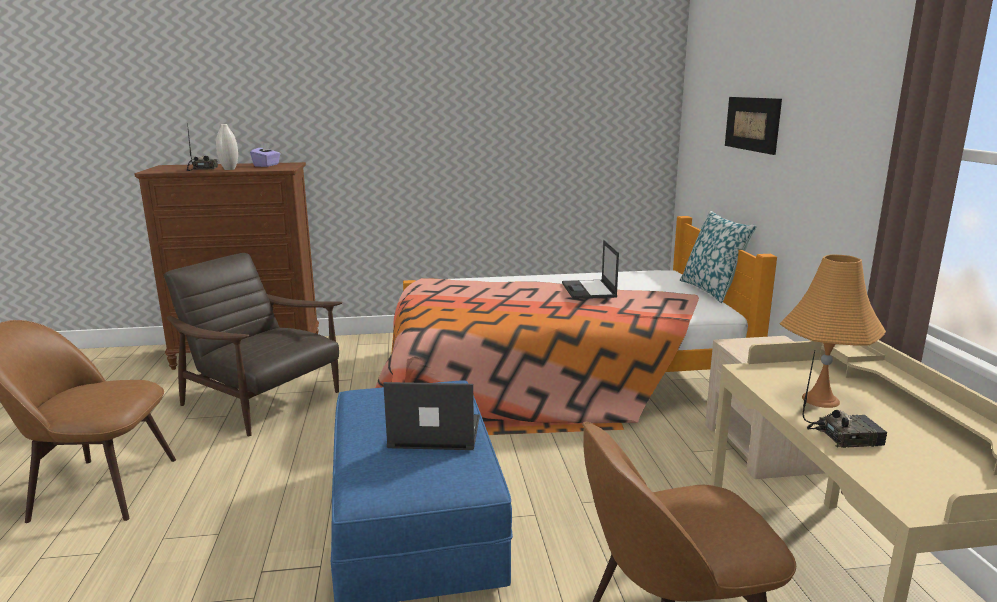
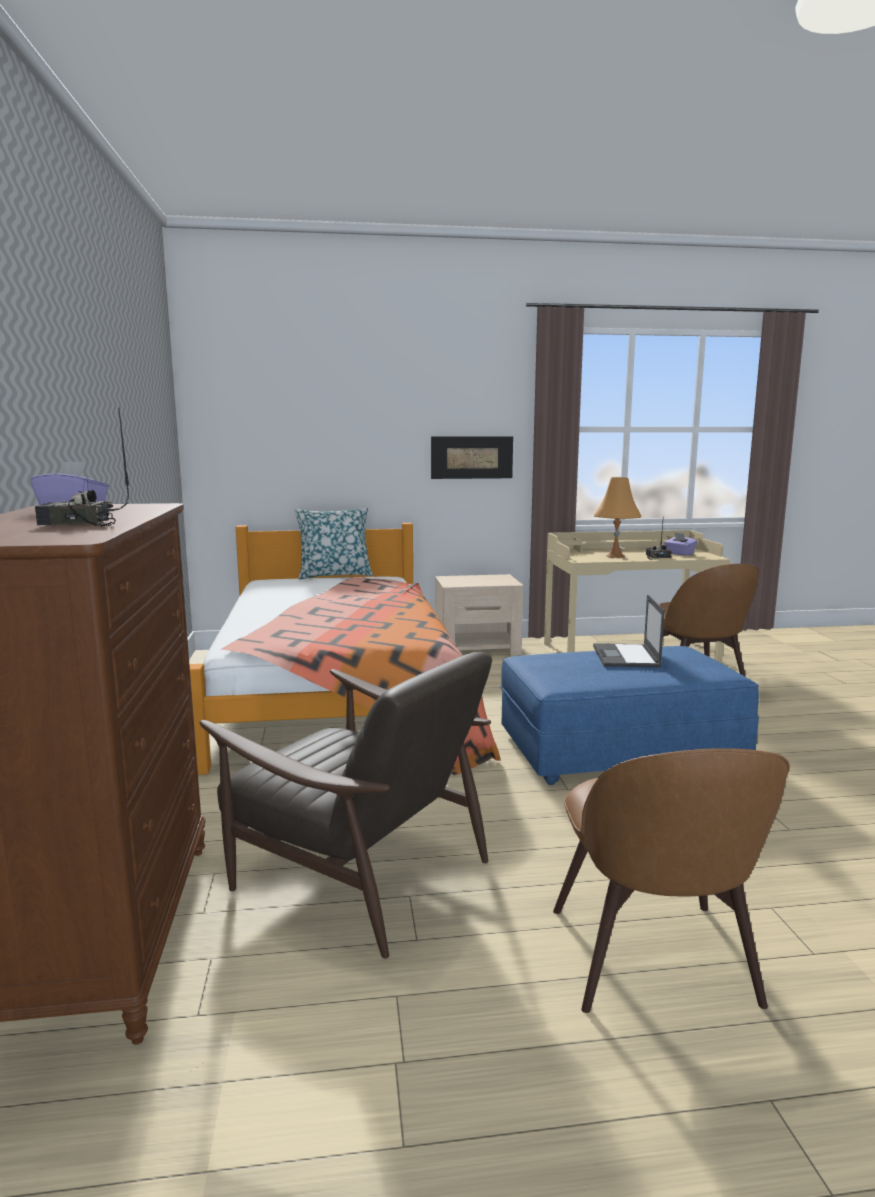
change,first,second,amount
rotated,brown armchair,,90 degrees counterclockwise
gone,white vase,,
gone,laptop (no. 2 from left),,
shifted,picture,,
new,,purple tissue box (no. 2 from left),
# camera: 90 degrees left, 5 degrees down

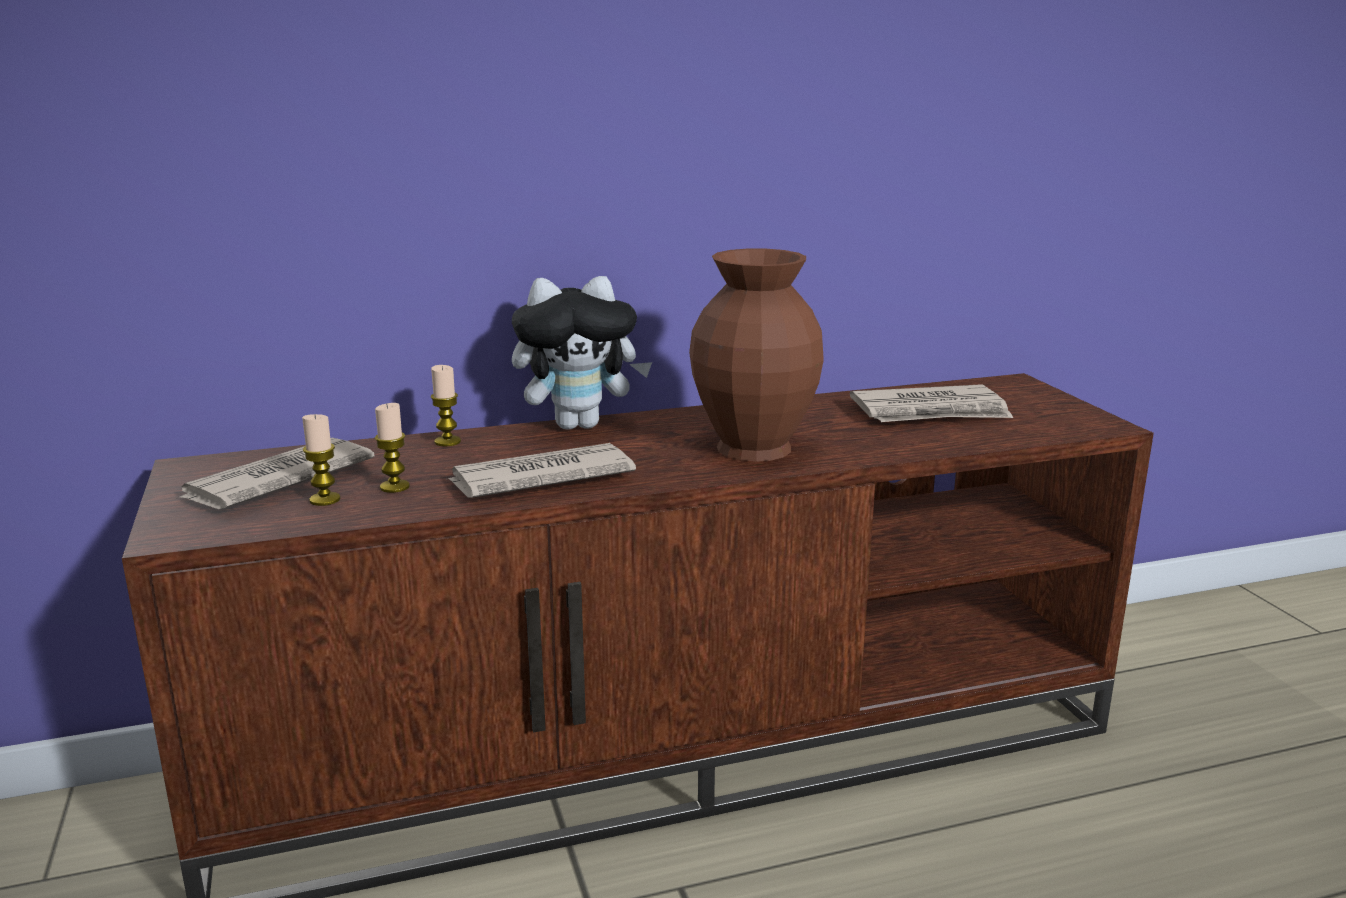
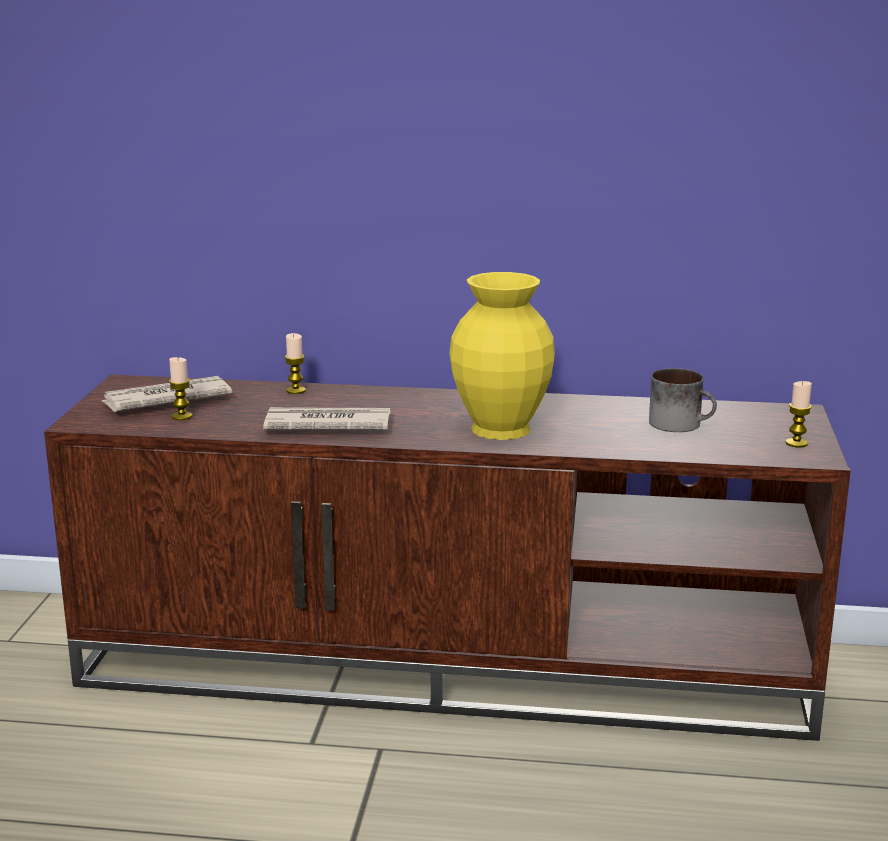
change,first,second,amount
shifted,candle (no. 2 from left in the first image),candle (no. 3 from left),
gone,plush toy,,
repainted,brown vase,yellow vase,
swapped,newspaper (no. 3 from left),mug,
# camera: 25 degrees right, 0 degrees up

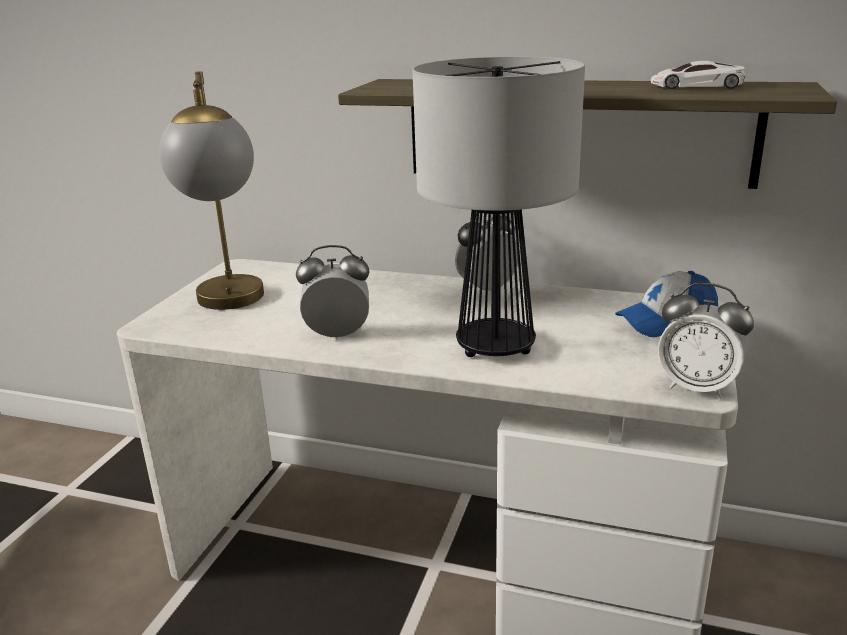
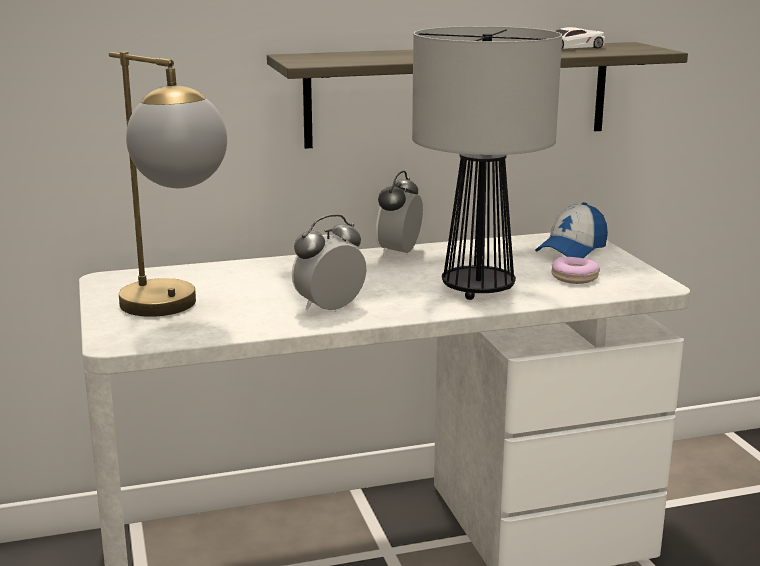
change,first,second,amount
gone,alarm clock (no. 3 from left),,
new,,donut,
# camera: 35 degrees left, 5 degrees down

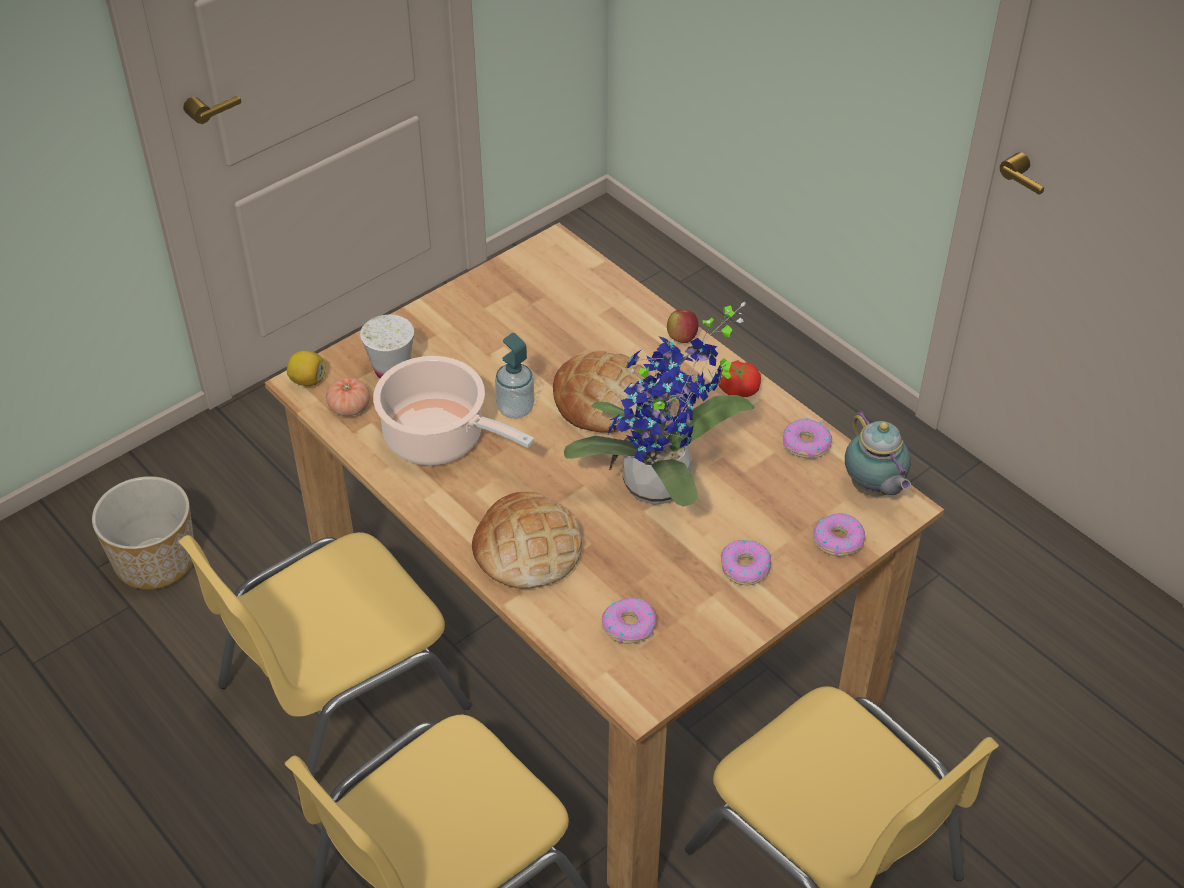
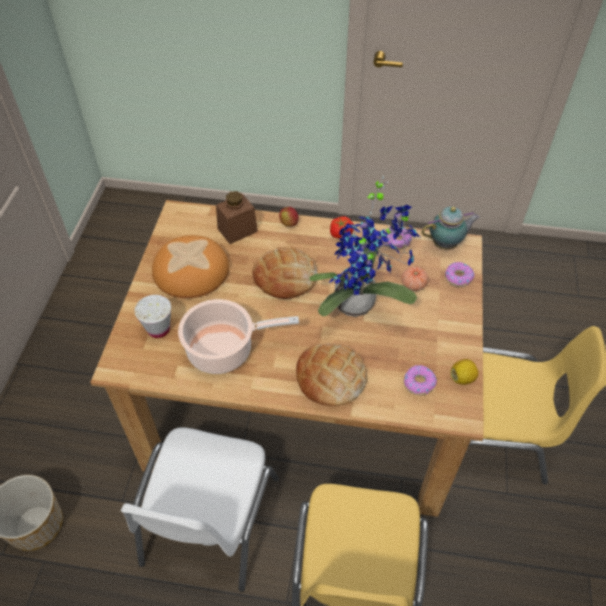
change,first,second,amount
repainted,yellow chair (no. 1 from left),white chair,
shifted,lemon,,
shifted,tomato (no. 1 from left in the first image),tomato (no. 2 from left),
gone,soap dispenser,,
gone,donut (no. 2 from left),,
rotated,teapot,,45 degrees counterclockwise
new,,bread (no. 1 from left),
new,,brown jar,
# camera: 40 degrees left, 5 degrees up

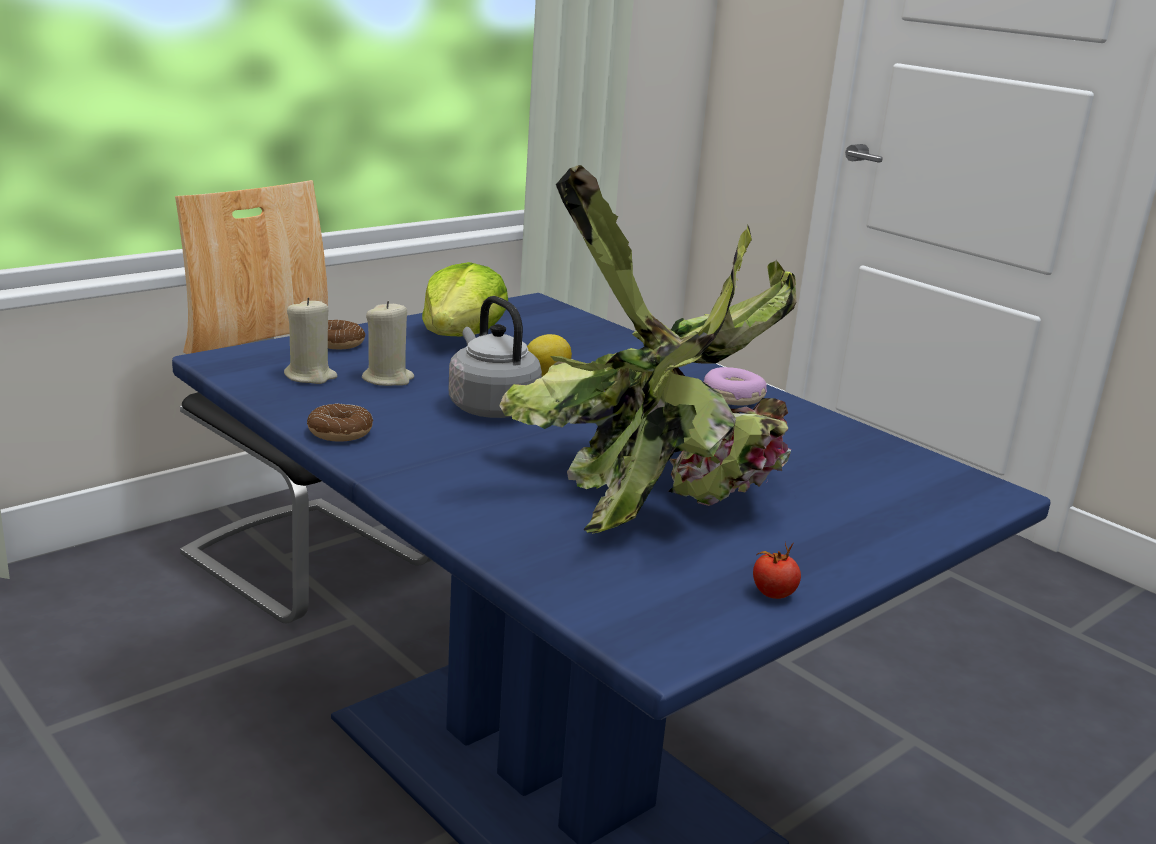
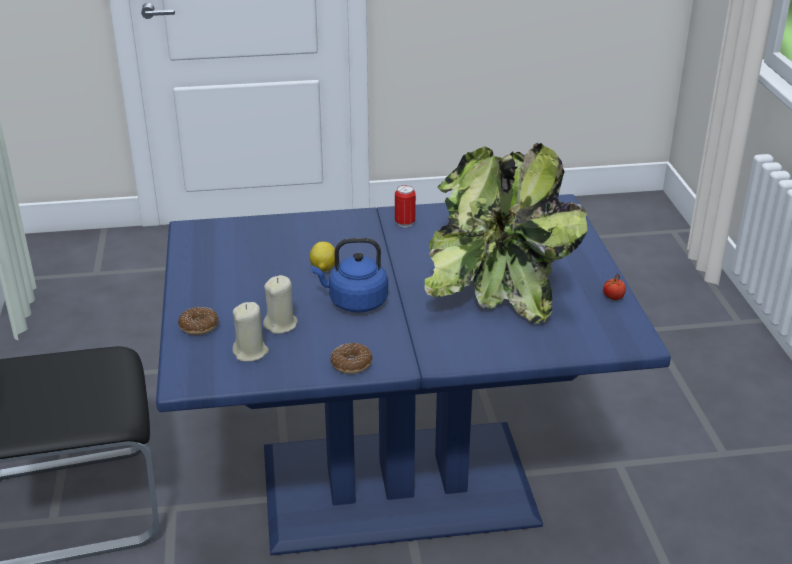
change,first,second,amount
gone,lettuce,,
repainted,grey kettle,blue kettle,
swapped,donut (no. 3 from left),can,
# camera: 55 degrees left, 10 degrees up

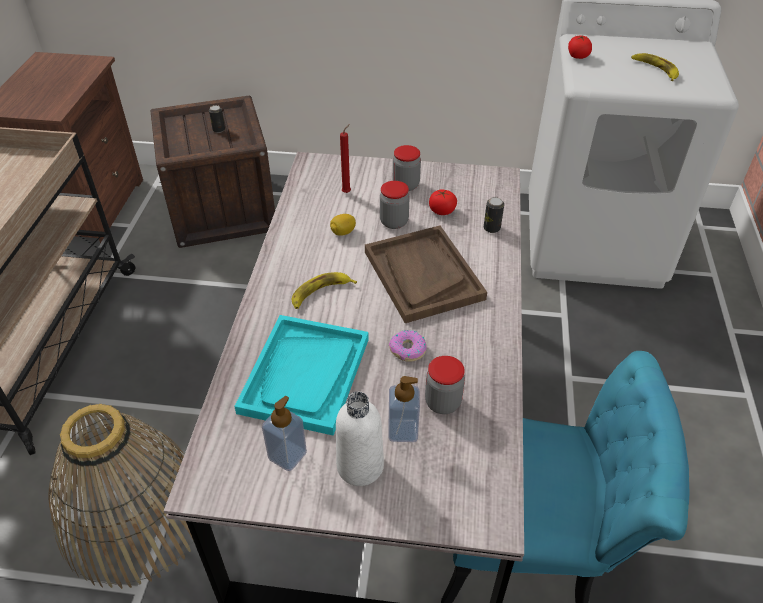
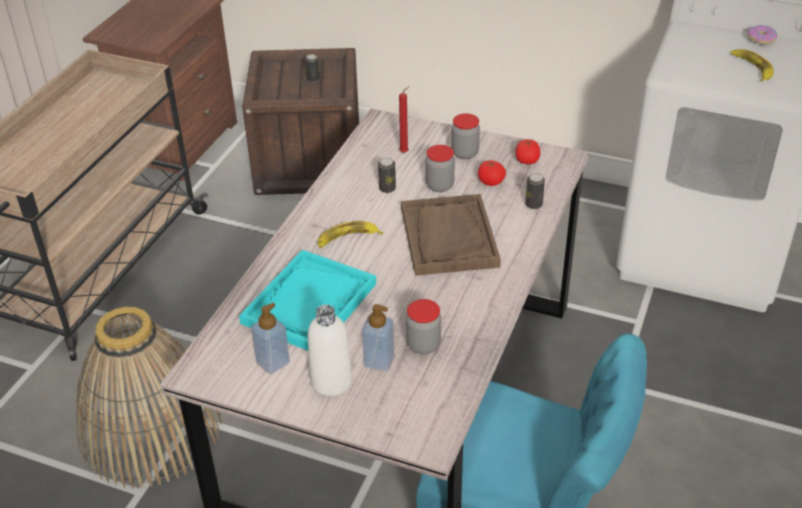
change,first,second,amount
swapped,lemon,can (no. 2 from left),
shifted,donut,,
shifted,tomato (no. 2 from left),,
# camera: 15 degrees right, 5 degrees down

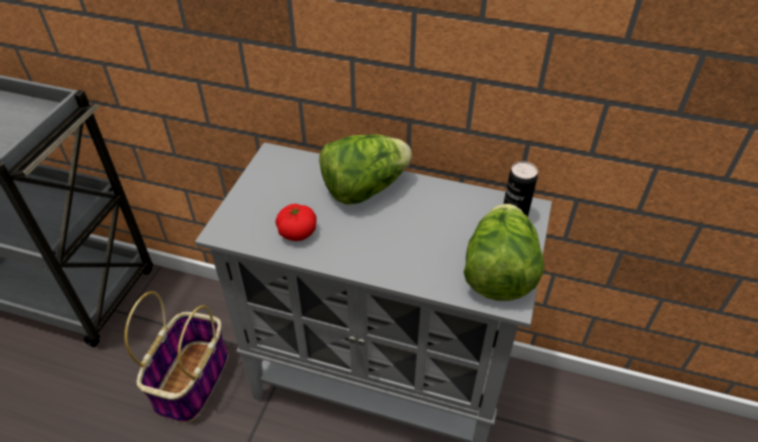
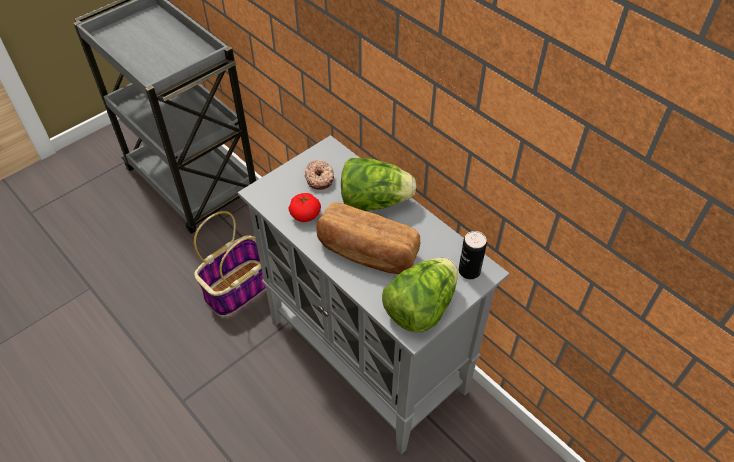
change,first,second,amount
new,,donut,
new,,bread,
# camera: 30 degrees right, 5 degrees up

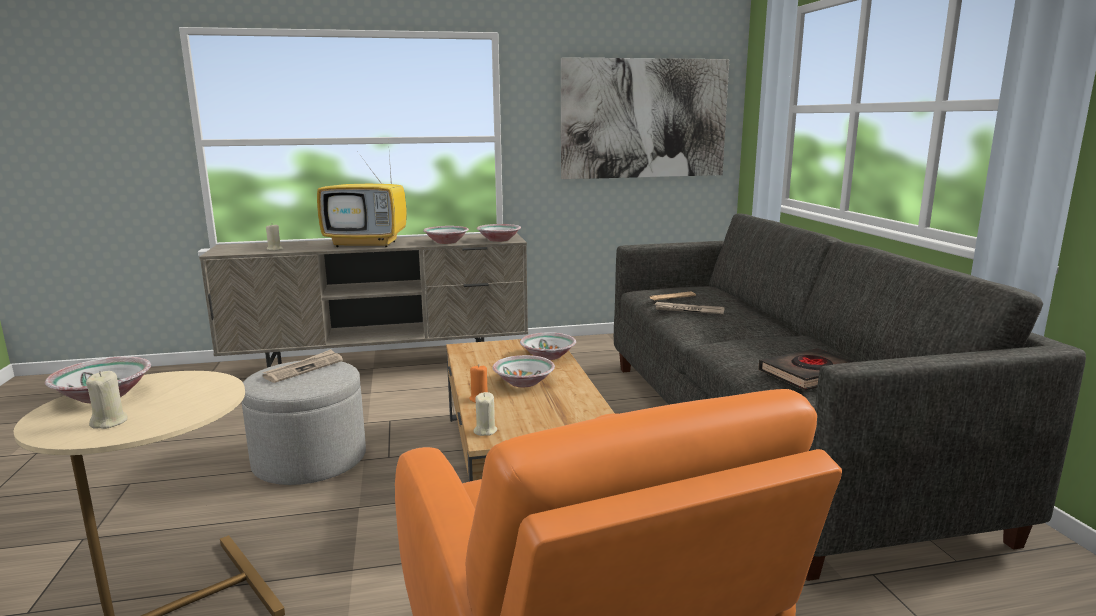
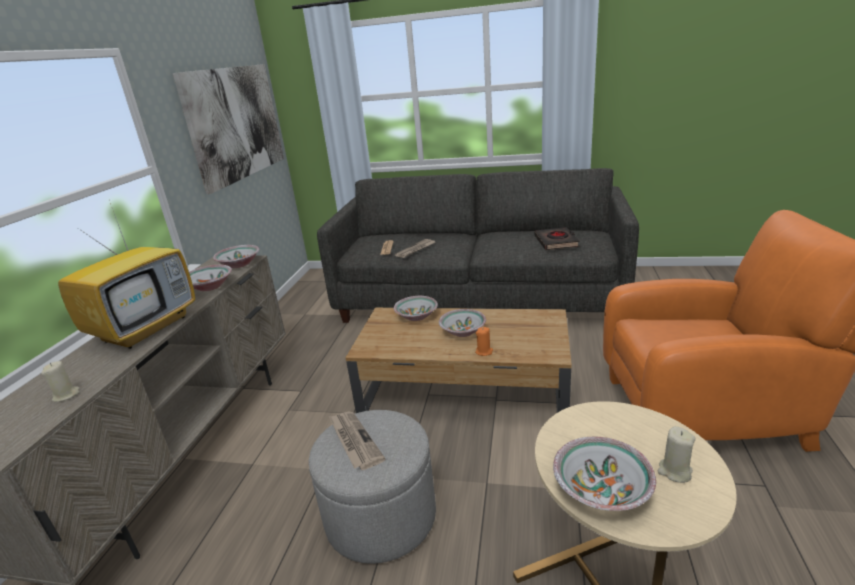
change,first,second,amount
gone,beige candle (no. 3 from left),,
# camera: 65 degrees left, 10 degrees up

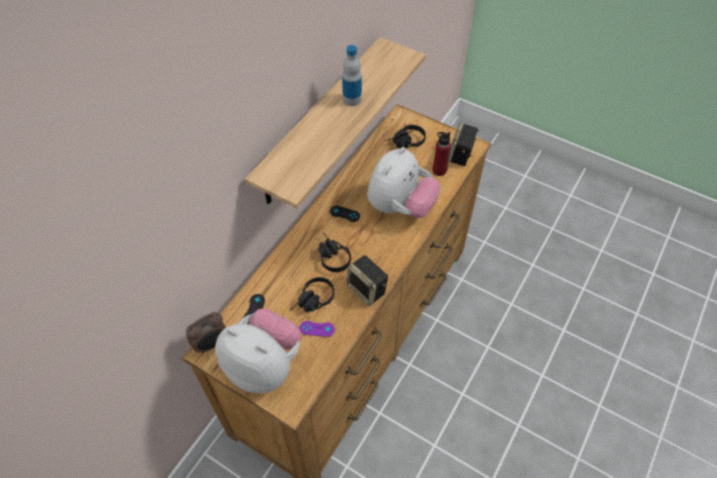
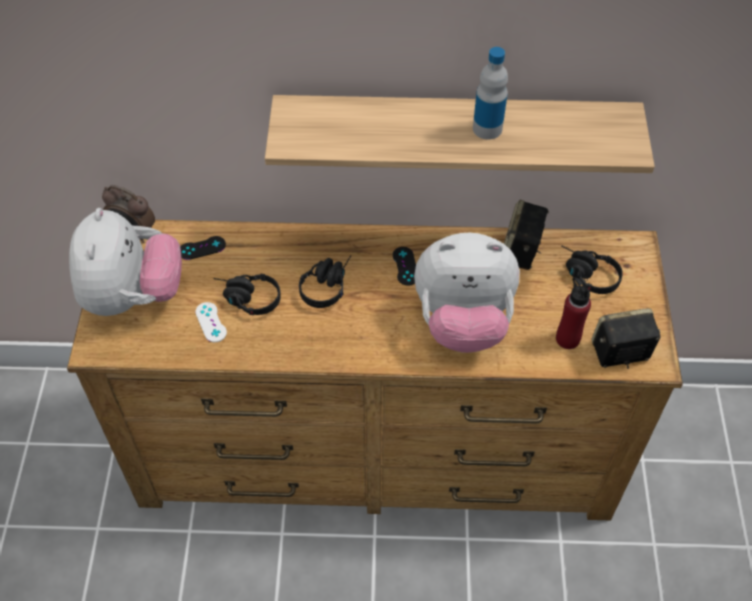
change,first,second,amount
repainted,purple game controller,white game controller,
shifted,speaker (no. 1 from left),,
# camera: 60 degrees right, 0 degrees up

